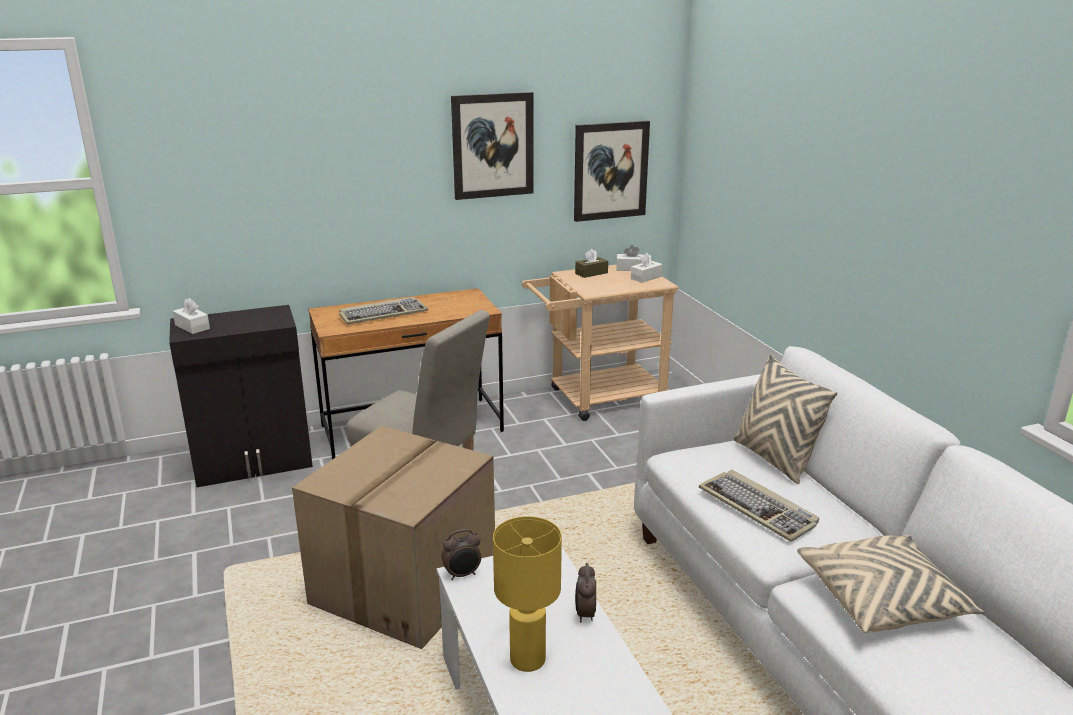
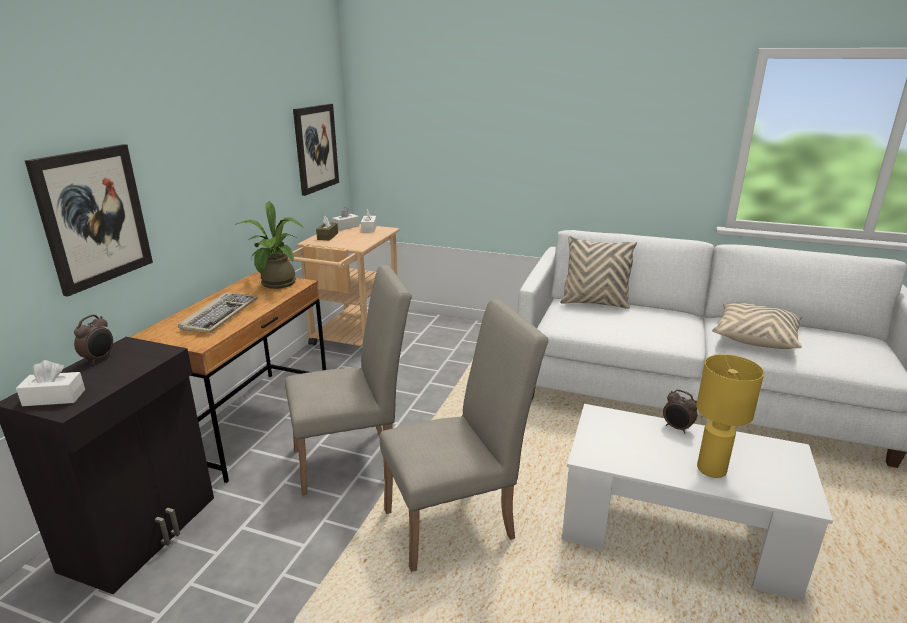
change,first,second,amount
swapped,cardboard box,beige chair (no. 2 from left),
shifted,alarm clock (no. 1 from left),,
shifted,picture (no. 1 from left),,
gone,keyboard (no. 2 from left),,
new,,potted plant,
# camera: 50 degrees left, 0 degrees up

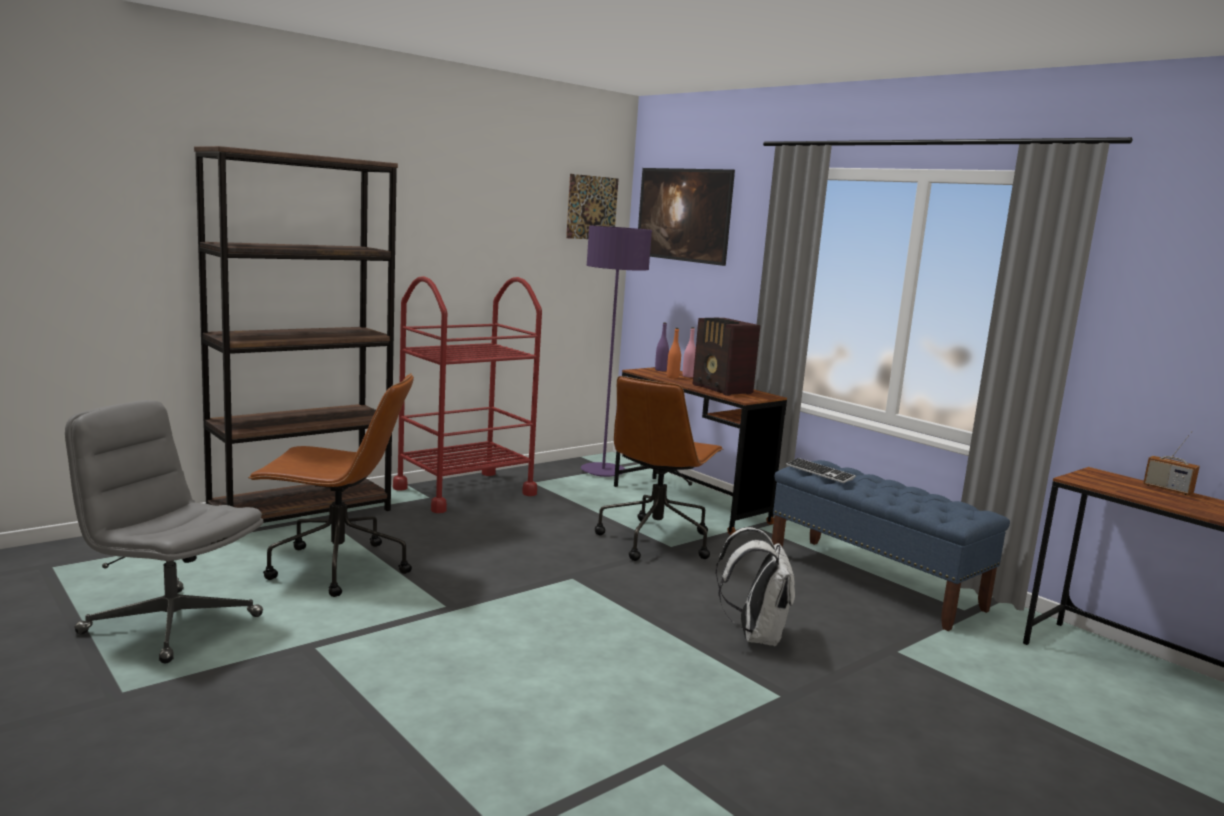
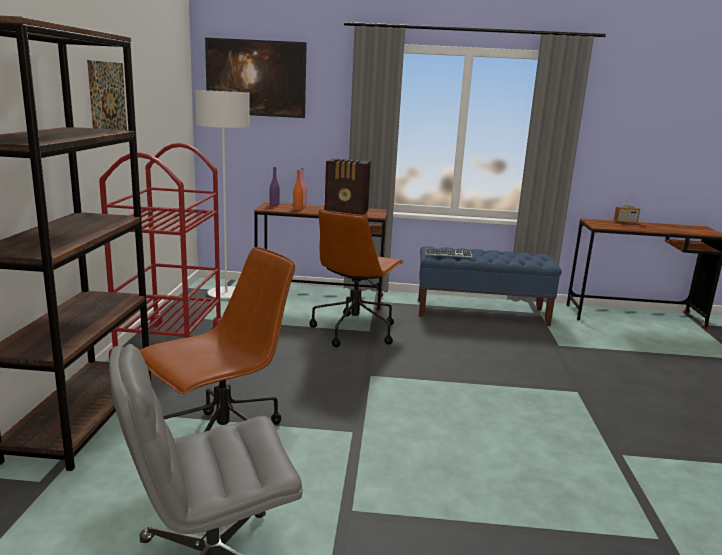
change,first,second,amount
shifted,picture (no. 1 from left),,
repainted,purple floor lamp,white floor lamp,
rotated,brown office chair (no. 2 from left),,45 degrees clockwise
gone,white backpack,,
# camera: 45 degrees left, 5 degrees up

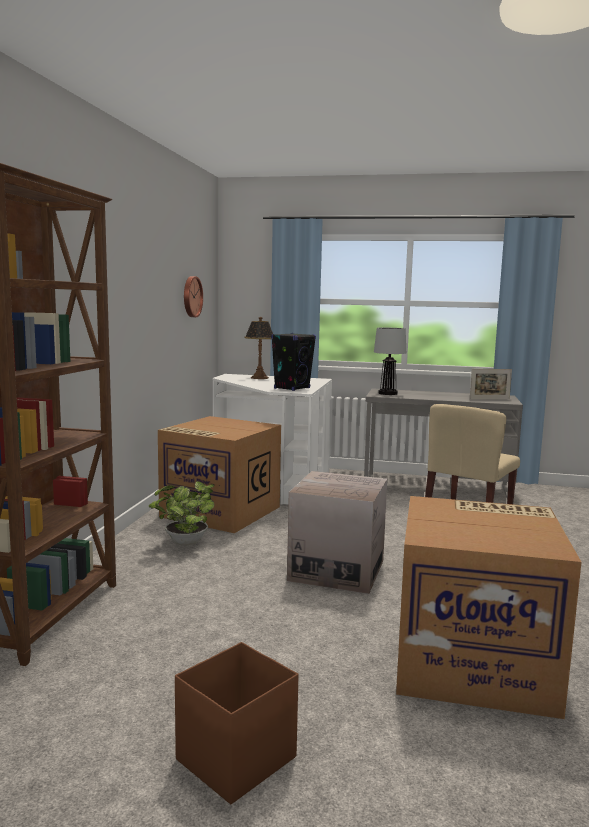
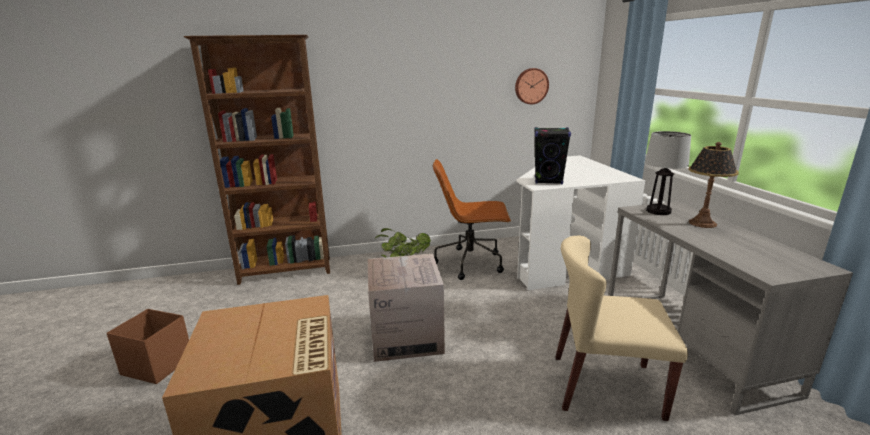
change,first,second,amount
swapped,cardboard box (no. 1 from left),brown office chair,
shifted,table lamp (no. 1 from left in the first image),table lamp (no. 2 from left),
gone,picture frame,,
# camera: 65 degrees right, 10 degrees up

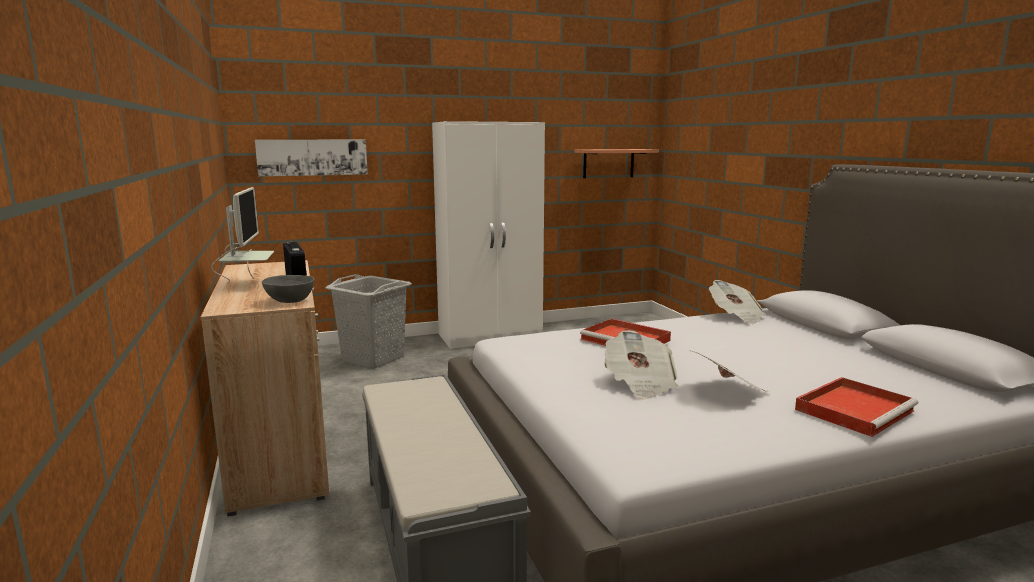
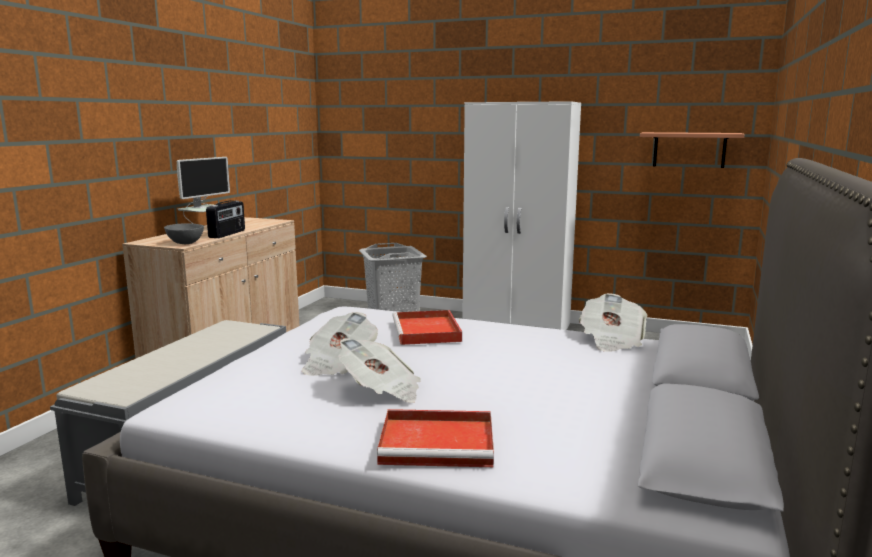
change,first,second,amount
gone,picture,,
# camera: 40 degrees right, 0 degrees up

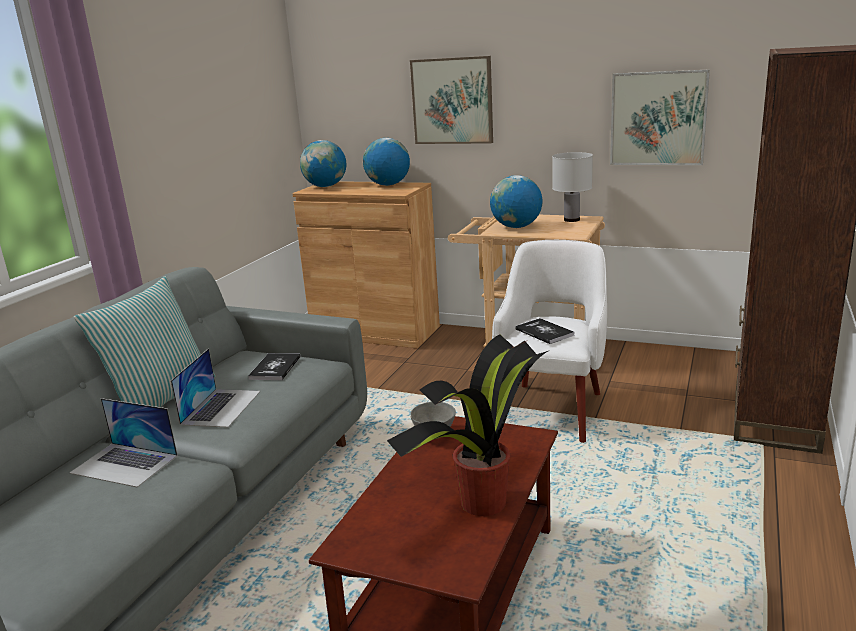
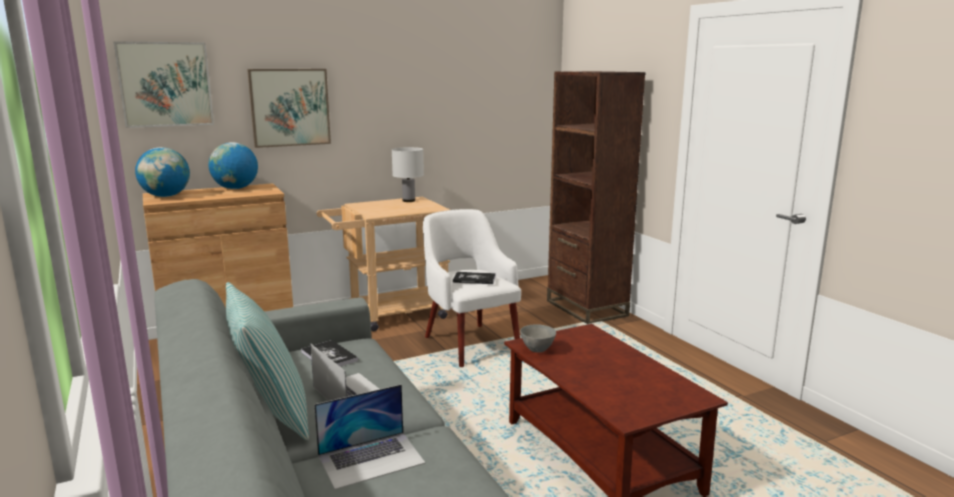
change,first,second,amount
gone,potted plant,,
gone,globe (no. 3 from left),,
shifted,picture (no. 2 from left in the first image),picture (no. 1 from left),
# camera: 50 degrees left, 5 degrees down

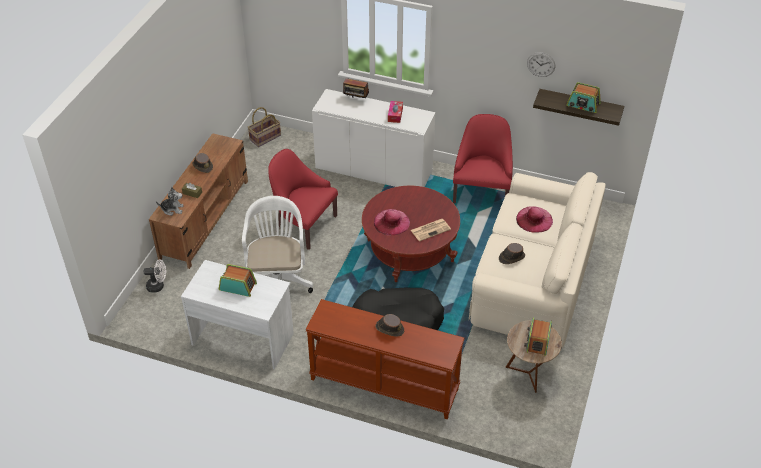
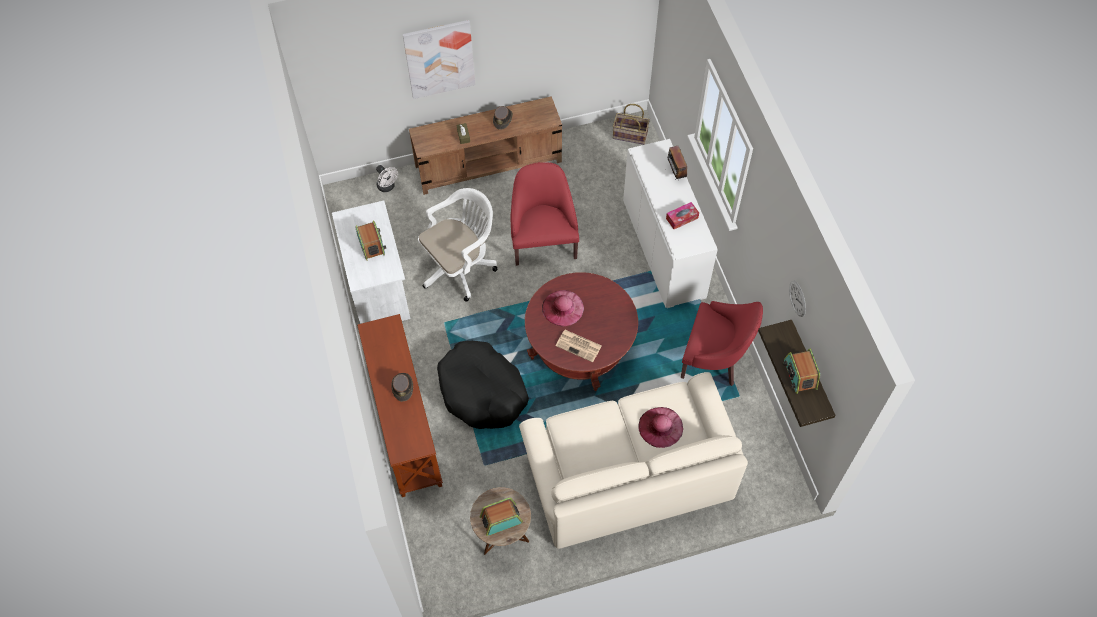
change,first,second,amount
gone,plush toy,,
rotated,red armchair (no. 2 from left),,45 degrees clockwise
gone,brown hat (no. 3 from left),,
new,,picture,
# camera: 55 degrees right, 15 degrees up

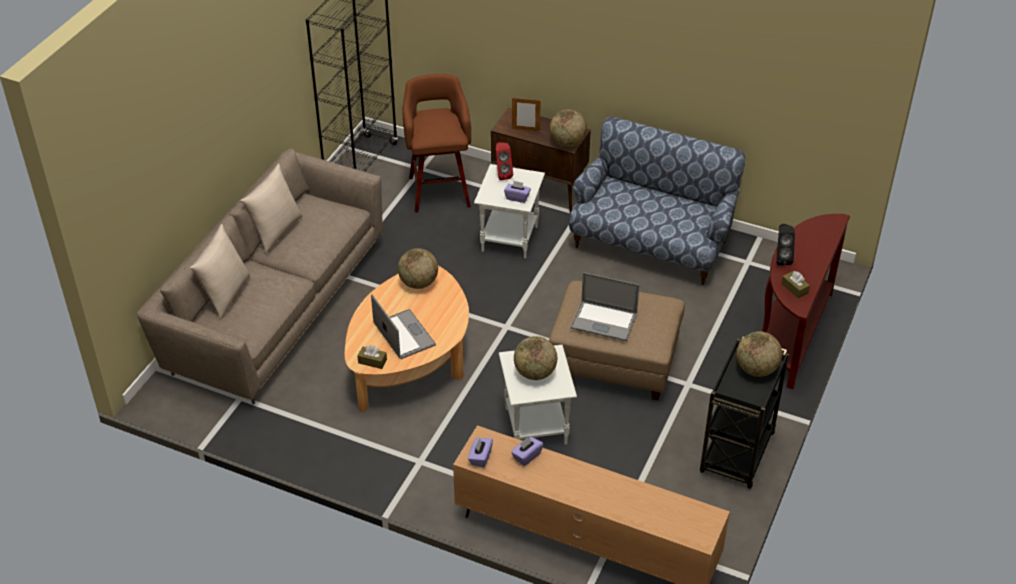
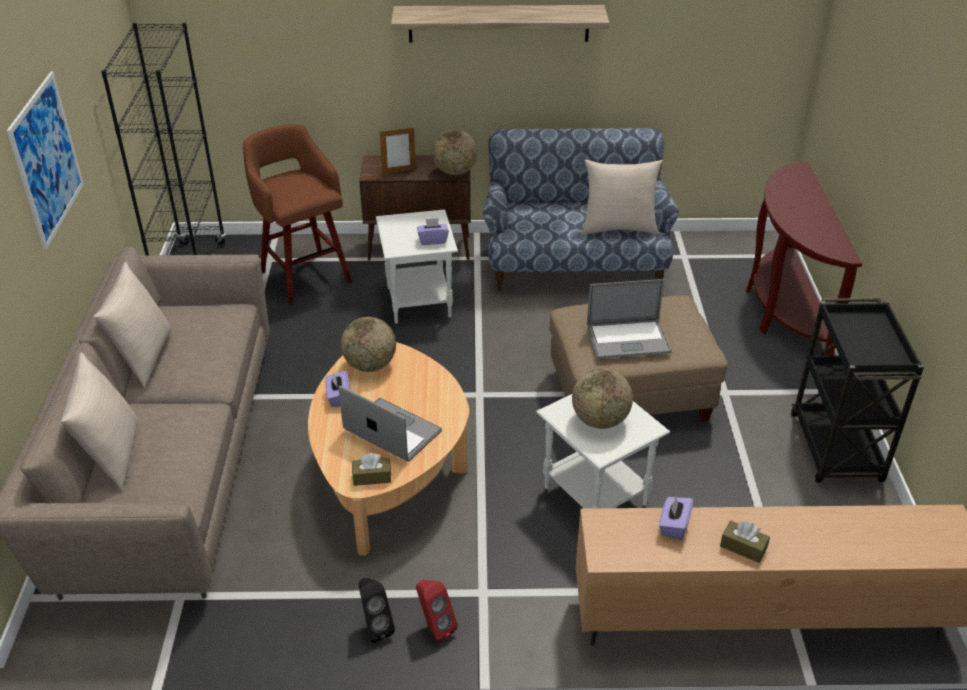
change,first,second,amount
shifted,purple tissue box (no. 1 from left),,
shifted,red speaker,,
gone,globe (no. 4 from left),,
shifted,black speaker,,
shifted,brown tissue box (no. 2 from left),,
new,,picture,
new,,shelf,
new,,beige pillow (no. 3 from left),
# camera: 25 degrees left, 5 degrees down

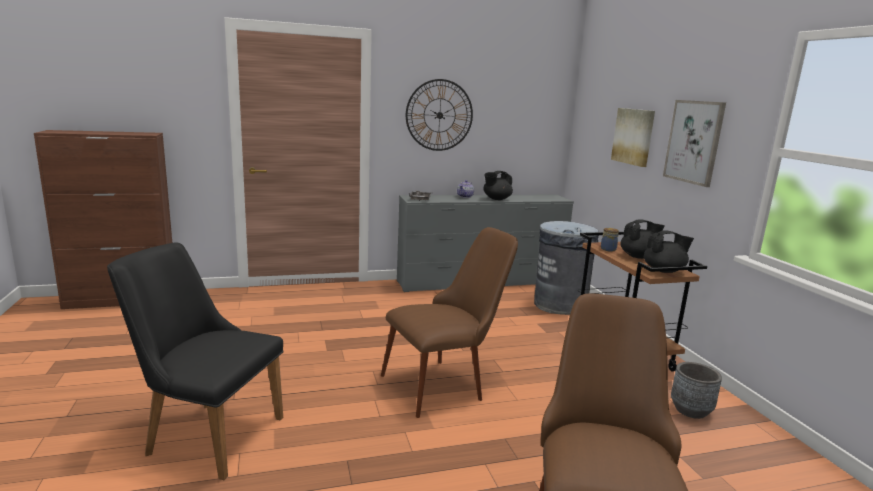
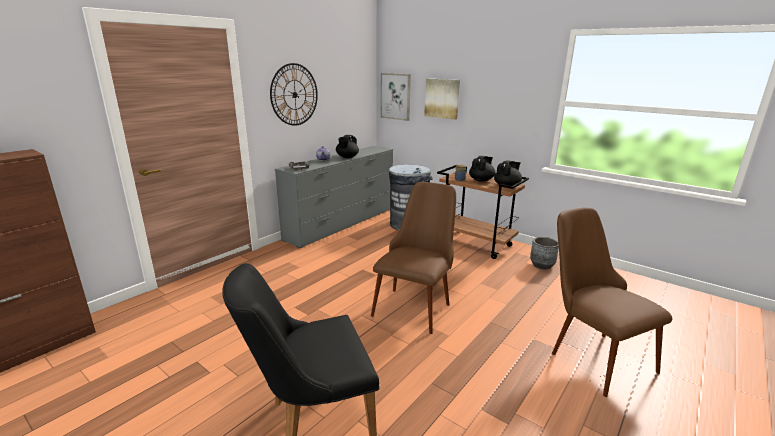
change,first,second,amount
shifted,picture (no. 2 from left in the first image),picture (no. 1 from left),
# camera: 35 degrees left, 5 degrees up

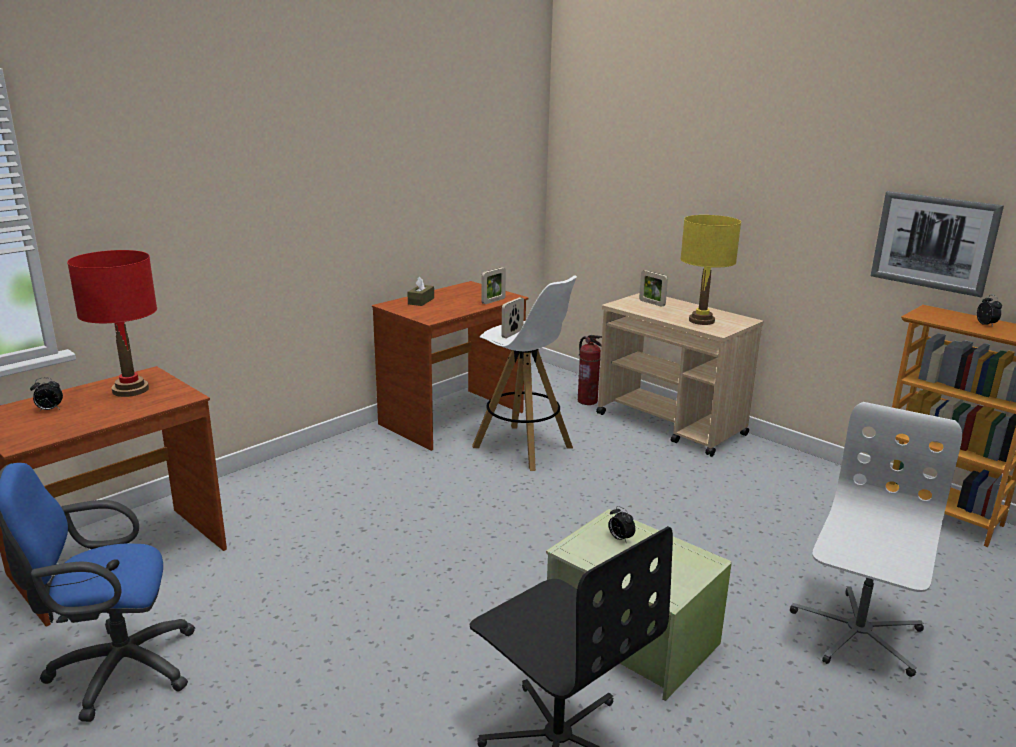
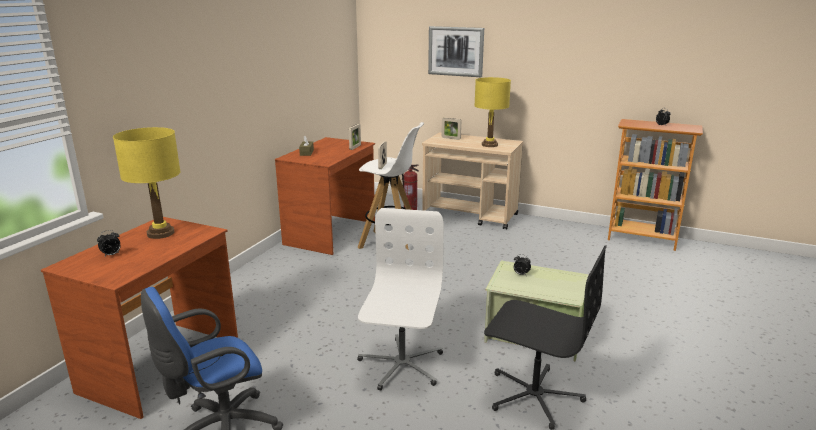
change,first,second,amount
repainted,red table lamp,yellow table lamp (no. 1 from left),
shifted,white office chair,,
shifted,picture,,
# camera: 20 degrees left, 0 degrees up

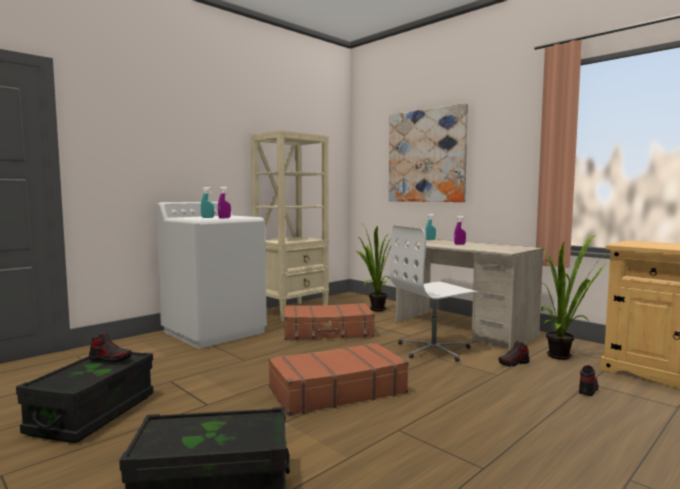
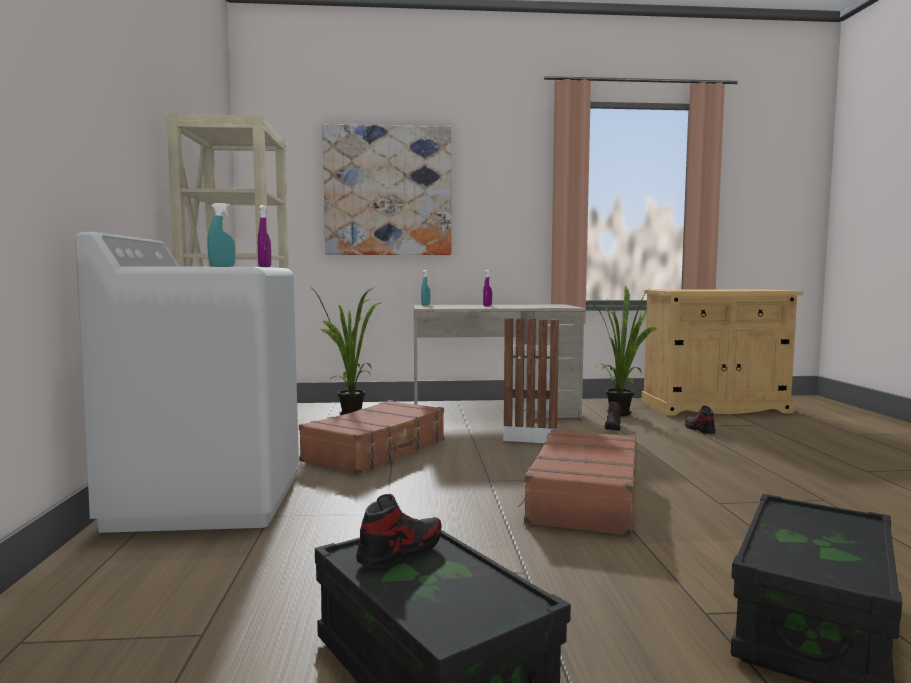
change,first,second,amount
swapped,white office chair,white trash can,
# camera: 50 degrees left, 0 degrees up

